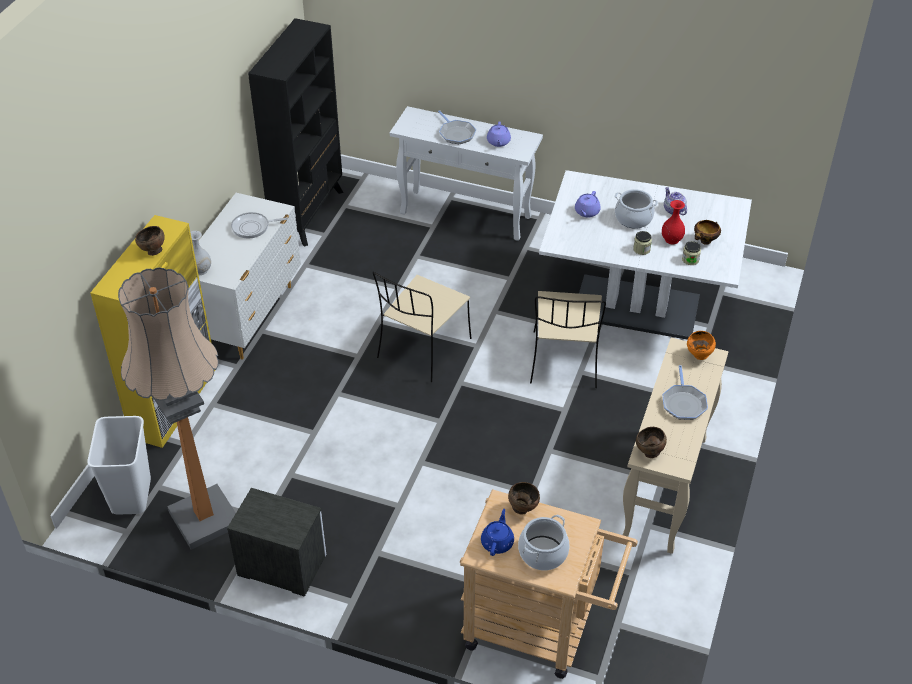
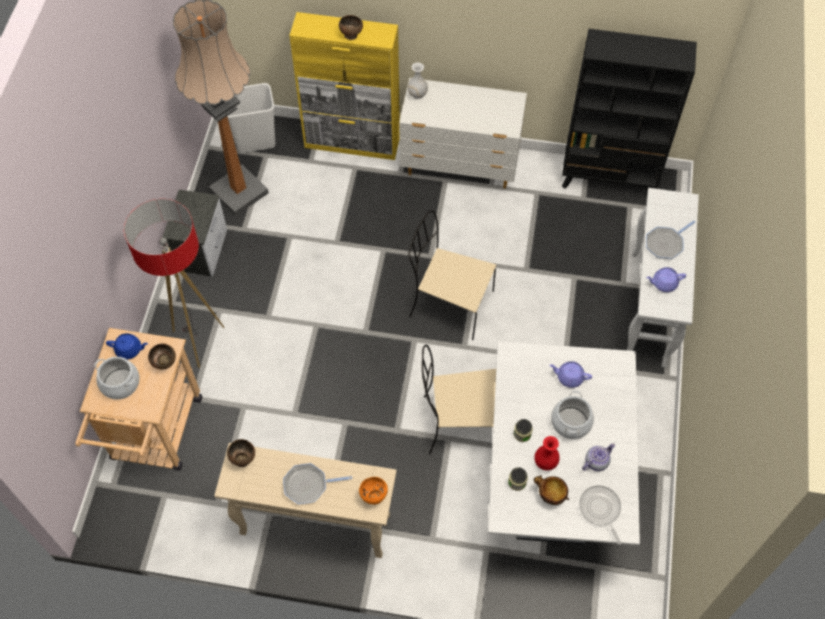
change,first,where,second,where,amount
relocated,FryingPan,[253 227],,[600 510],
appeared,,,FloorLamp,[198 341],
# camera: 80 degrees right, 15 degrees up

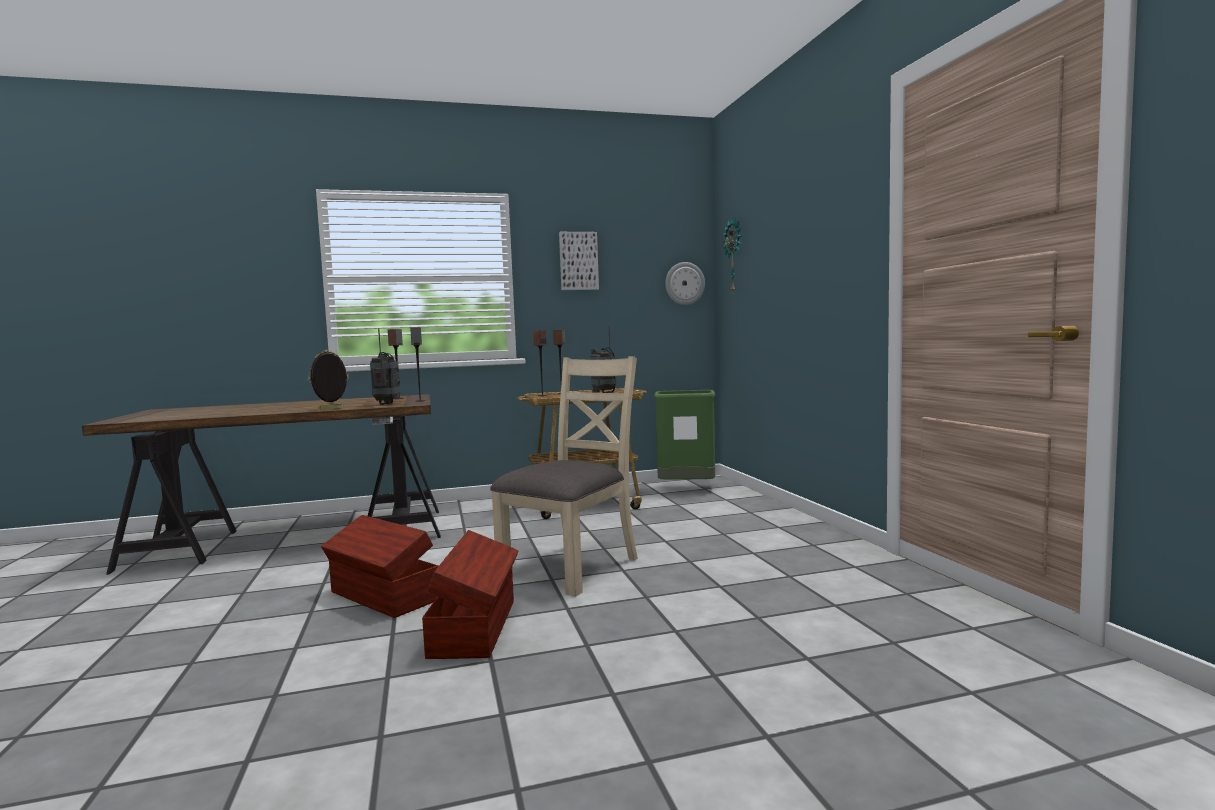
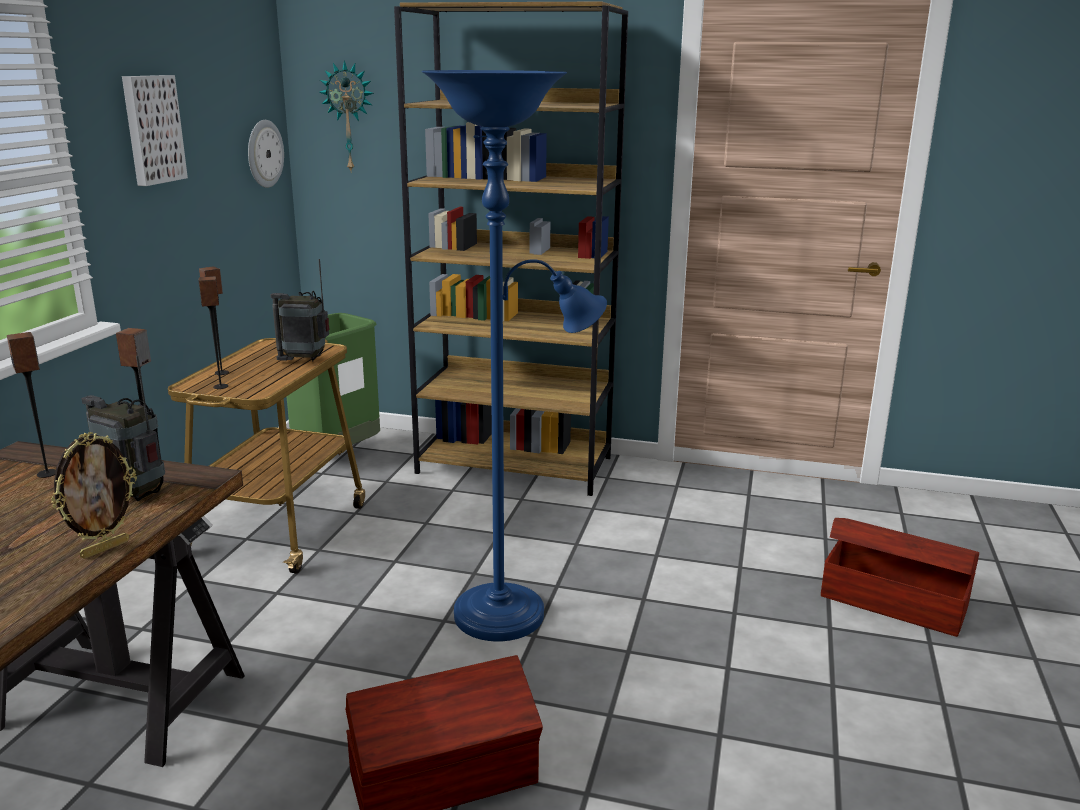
change,first,where,second,where,amount
spun,PictureFrame,[331 409],,[105 549],135 degrees counterclockwise
relocated,BrownStorageBox,[476 627],,[892 600],
exchanged,BeigeChair,[572 567],BlueFloorLamp,[510 611],
appeared,,,BrownBookcase,[516 465],
# camera: 60 degrees left, 15 degrees up

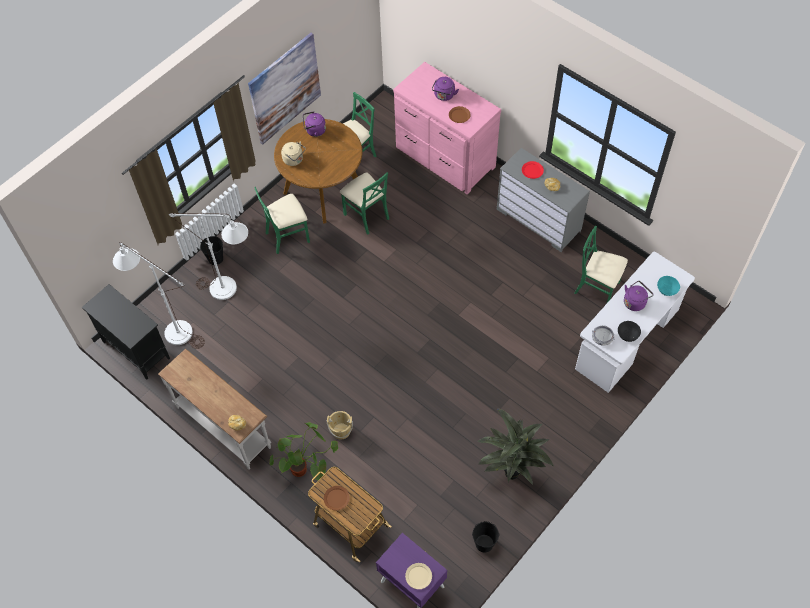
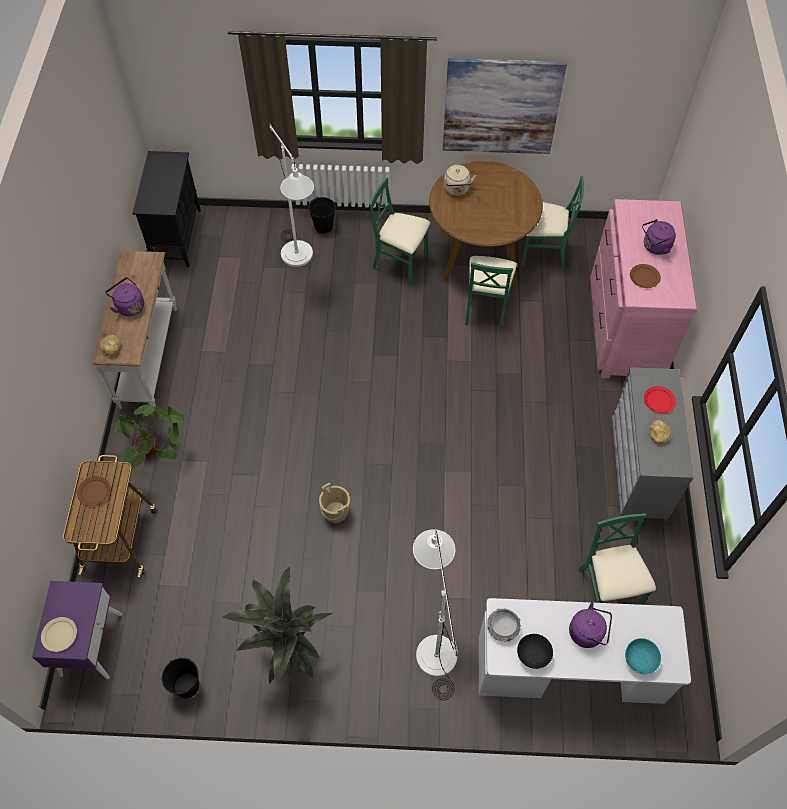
change,first,where,second,where,amount
relocated,WhiteFloorLamp,[172 329],,[434 644],
relocated,PurpleKettle,[314 131],,[129 306],
relocated,BeigeBucket,[341 431],,[336 511],
# camera: 50 degrees right, 0 degrees up

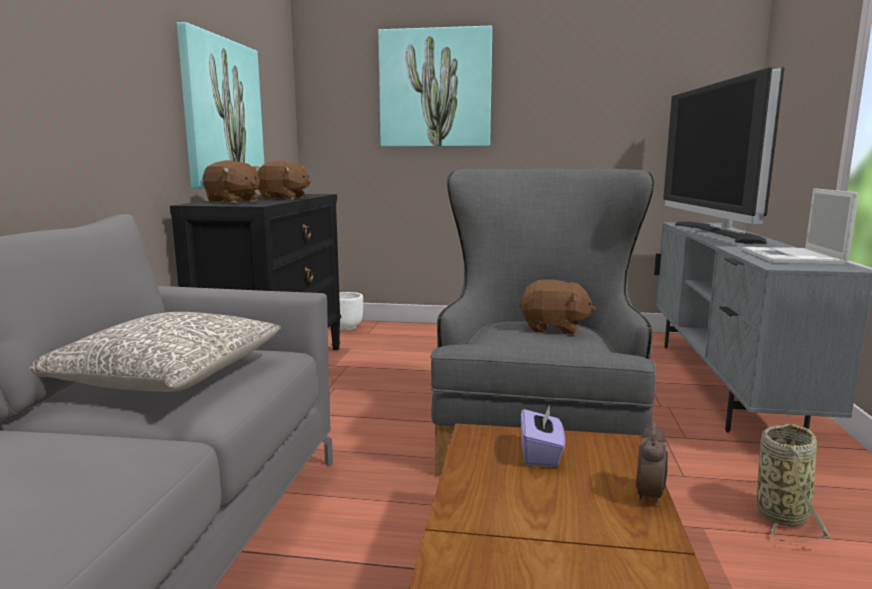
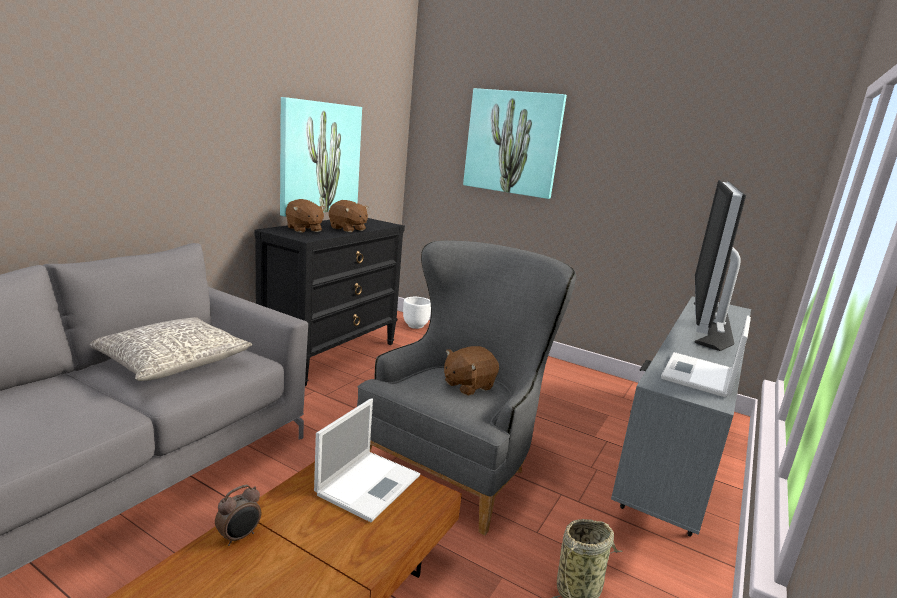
change,first,where,second,where,amount
spun,BrownPlushToy,[554 328],,[468 385],105 degrees clockwise
exchanged,PurpleTissueBox,[541 454],Laptop,[369 483],
relocated,AlarmClock,[650 496],,[239 537],
# camera: 20 degrees right, 5 degrees up

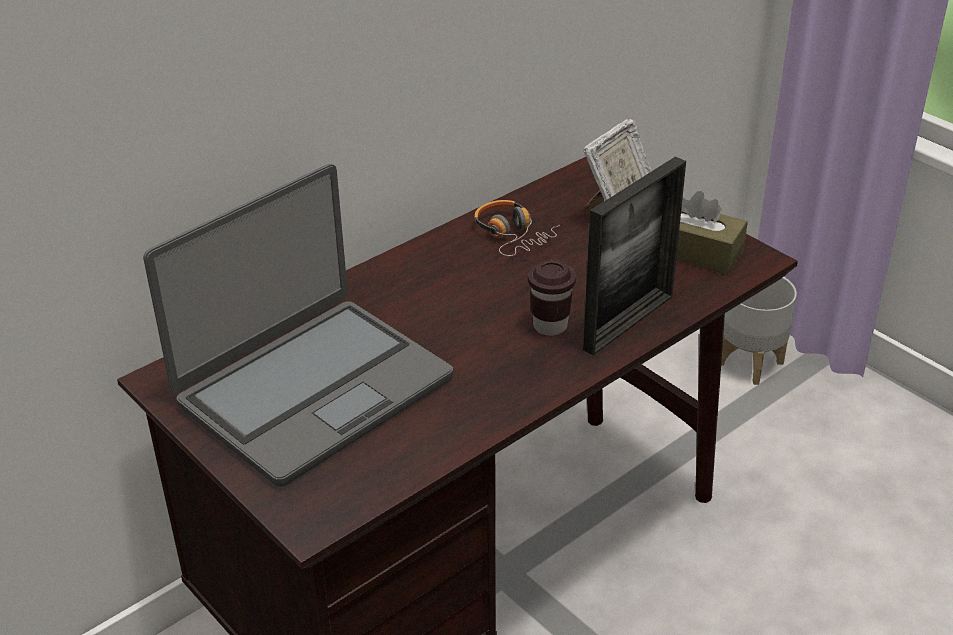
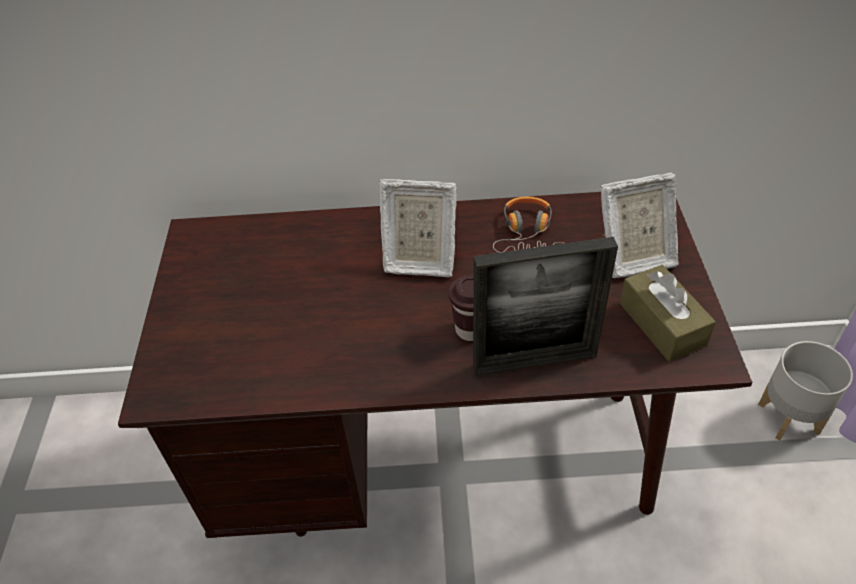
change,first,where,second,where,amount
missing,Laptop,[313 389],,,
appeared,,,PictureFrame,[418 260],
# camera: 40 degrees right, 10 degrees up

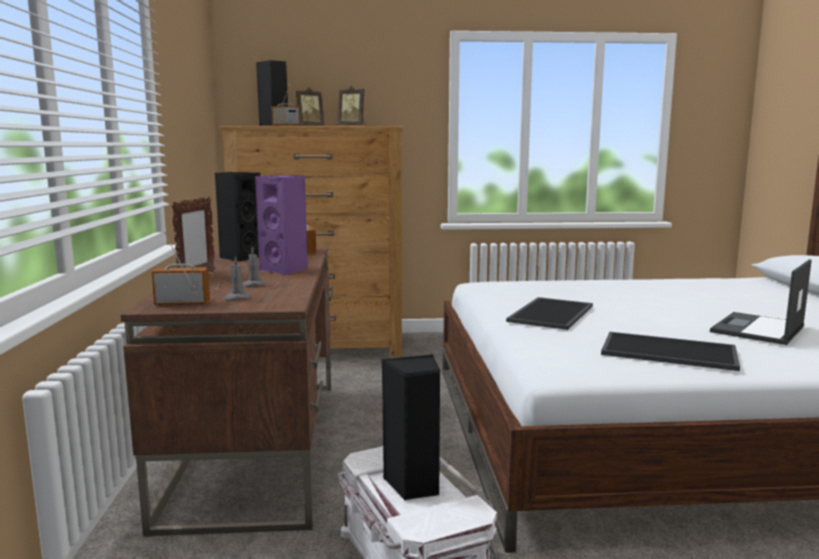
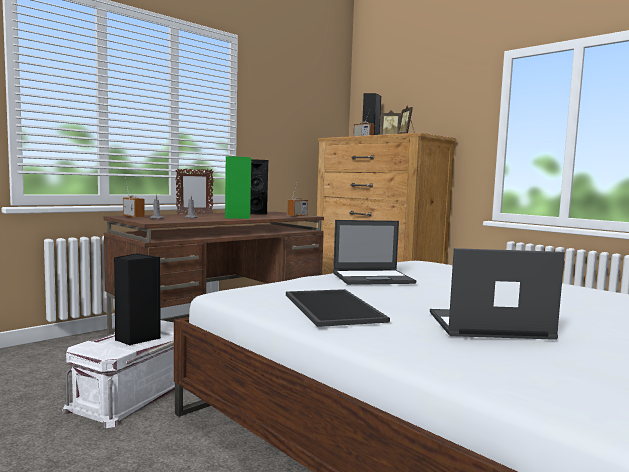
change,first,where,second,where,amount
colour,PurpleSpeaker,[286 270],GreenSpeaker,[237 217],
exchanged,Tray,[550 313],Laptop,[373 278],
# camera: 50 degrees right, 5 degrees down

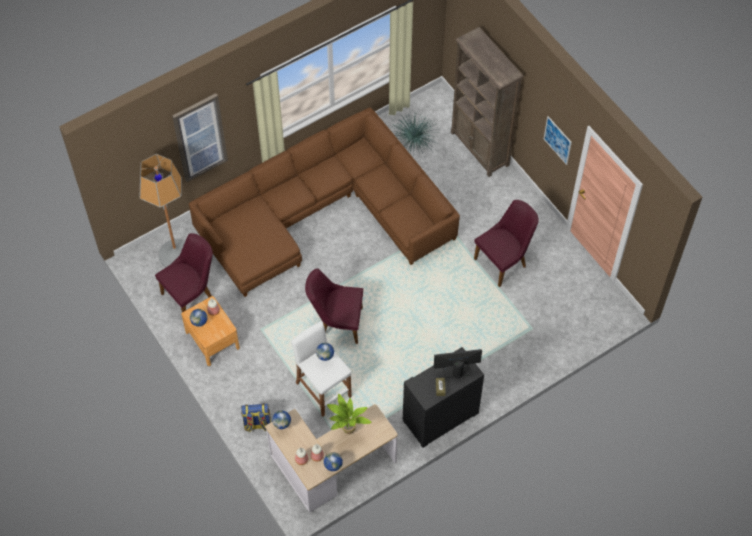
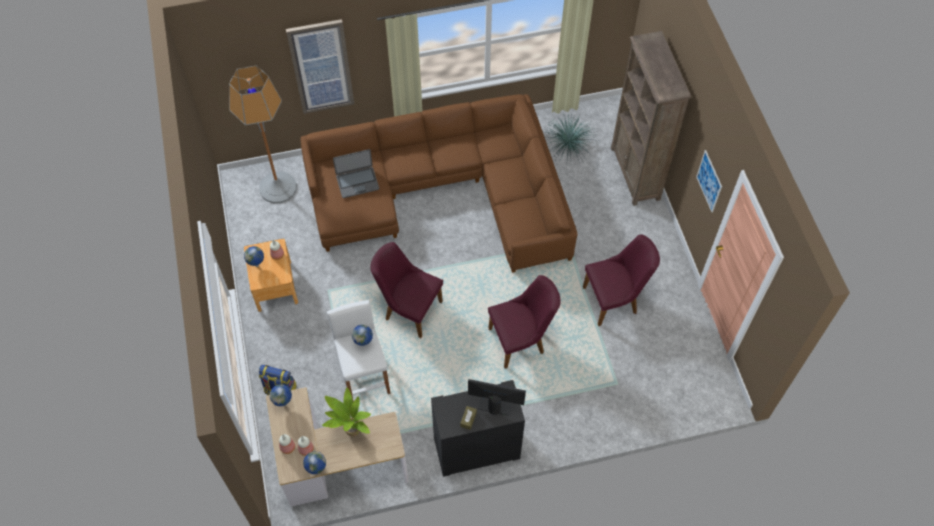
change,first,where,second,where,amount
relocated,PurpleChair,[192 295],,[521 340],
appeared,,,Laptop,[357 182],
# camera: 20 degrees right, 0 degrees up

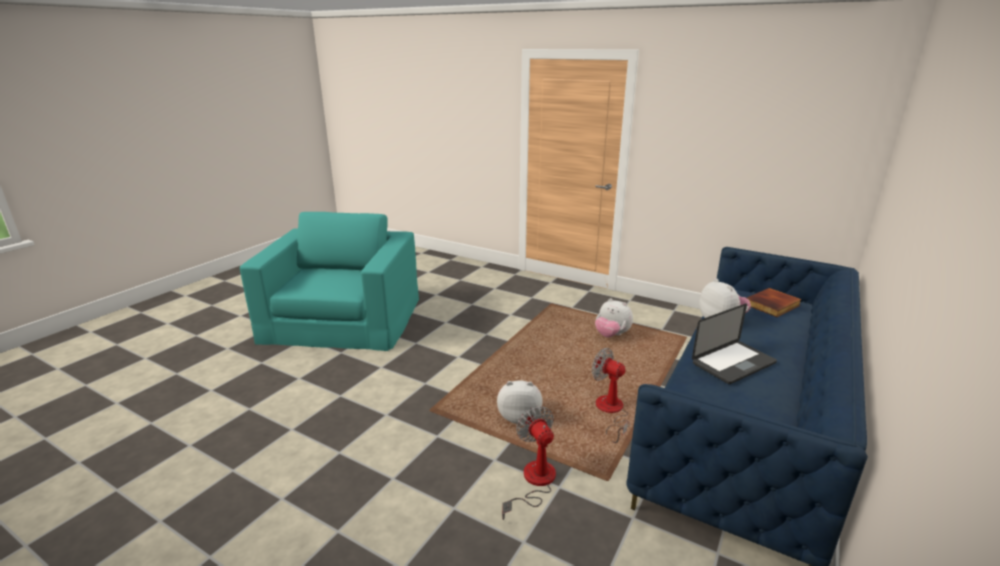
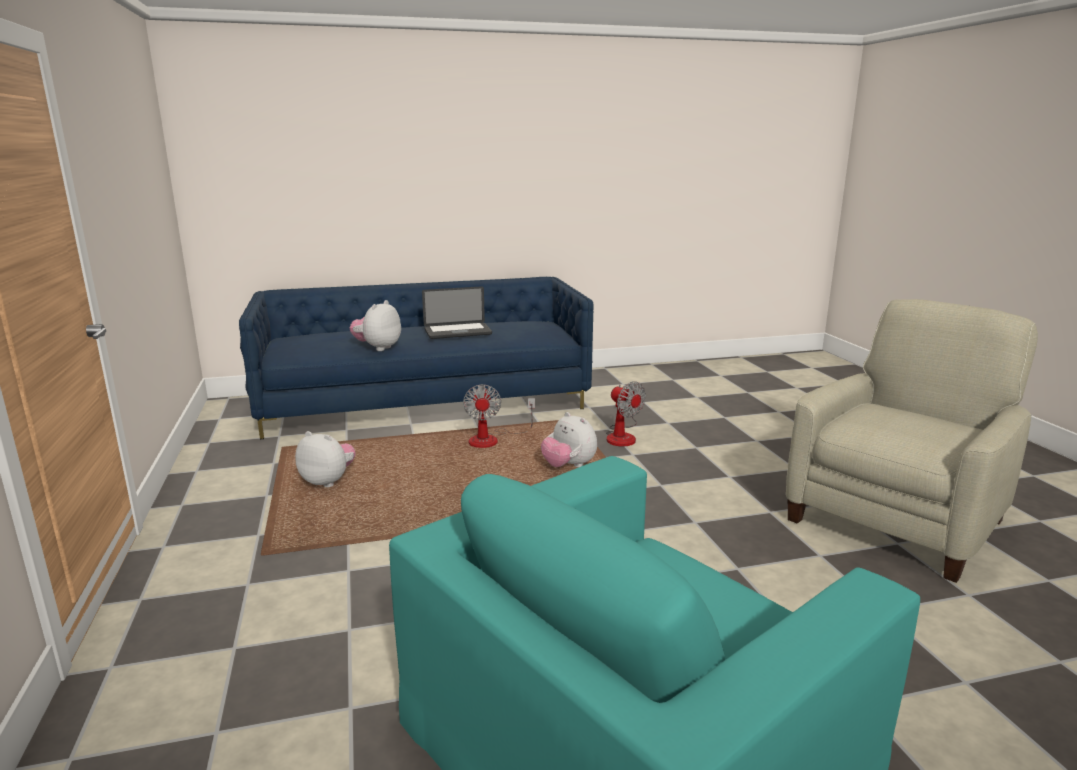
change,first,where,second,where,amount
spun,Fan,[534 482],,[622 436],60 degrees counterclockwise
spun,PlushToy,[611 335],,[328 481],60 degrees counterclockwise
spun,Laptop,[733 363],,[457 332],150 degrees clockwise
missing,Book,[772 305],,,
appeared,,,BeigeArmchair,[896 519],
# camera: 135 degrees left, 5 degrees down

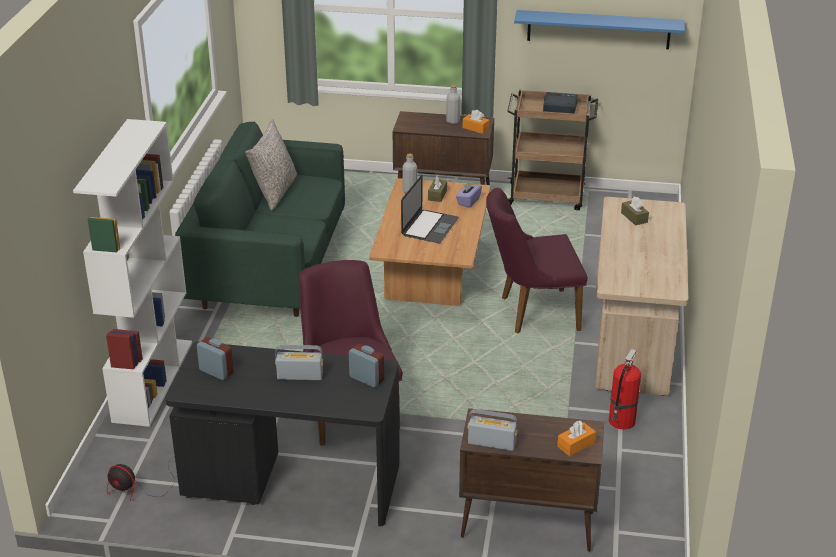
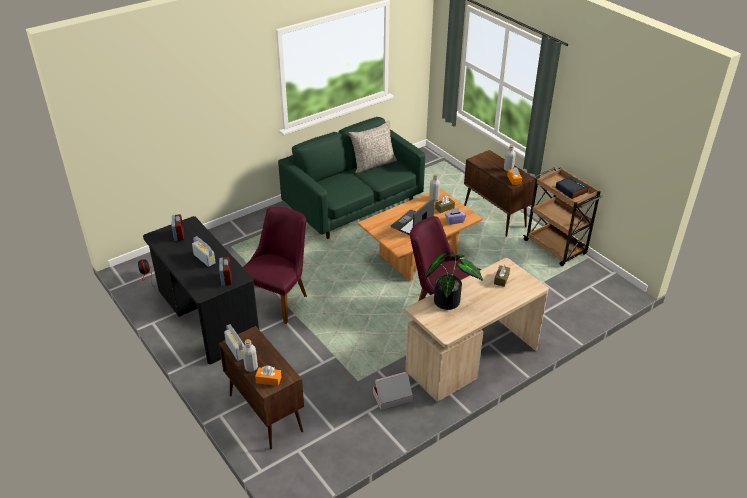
change,first,where,second,where,amount
missing,WhiteBookcase,[152 380],,,
spun,Laptop,[429 226],,[412 223],150 degrees clockwise
missing,BlueShelf,[598 29],,,
exchanged,FireExtinguisher,[621 421],CardboardBox,[392 397],
appeared,,,GreyBottle,[251 367],
appeared,,,PottedPlant,[449 300],
# camera: 45 degrees right, 5 degrees up

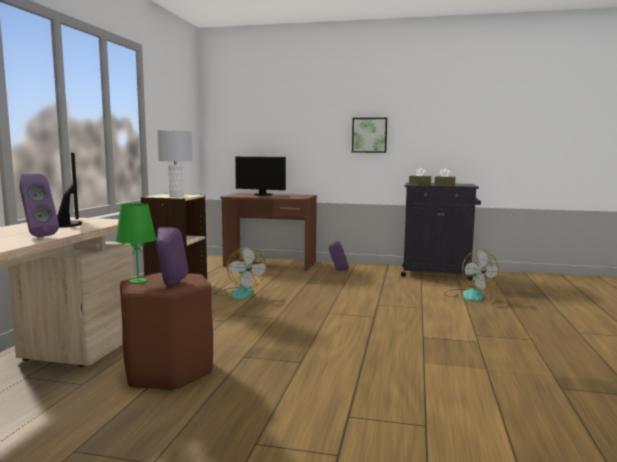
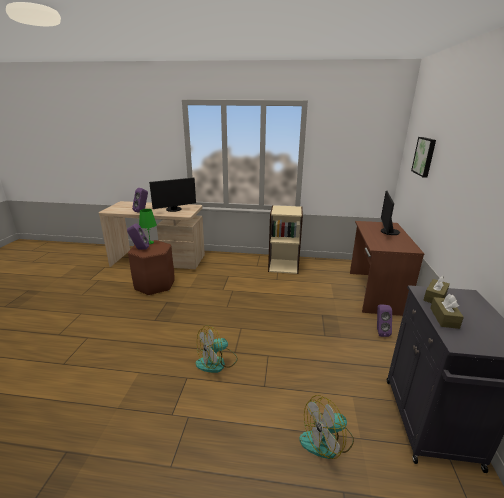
change,first,where,second,where,amount
missing,GreyTableLamp,[176 196],,,
relocated,Fan,[239 293],,[217 362],
relocated,Picture,[369 135],,[425 156],
# camera: 85 degrees right, 15 degrees up

